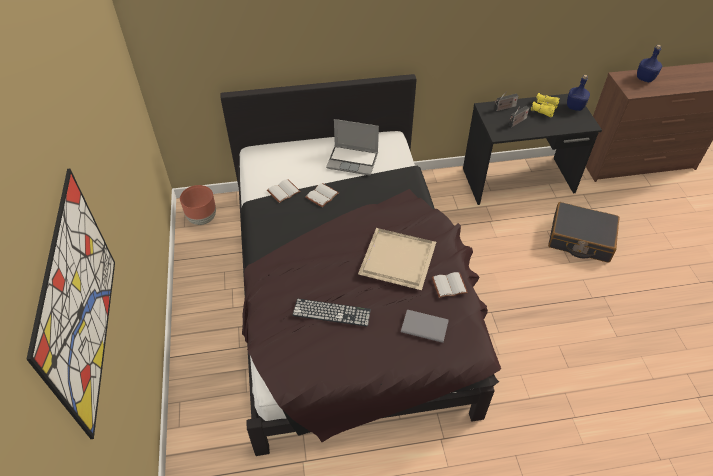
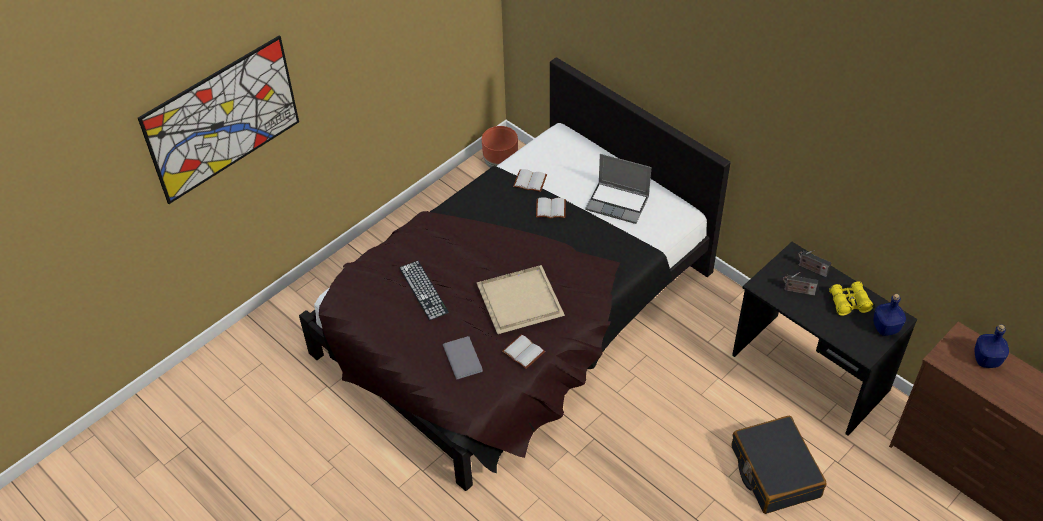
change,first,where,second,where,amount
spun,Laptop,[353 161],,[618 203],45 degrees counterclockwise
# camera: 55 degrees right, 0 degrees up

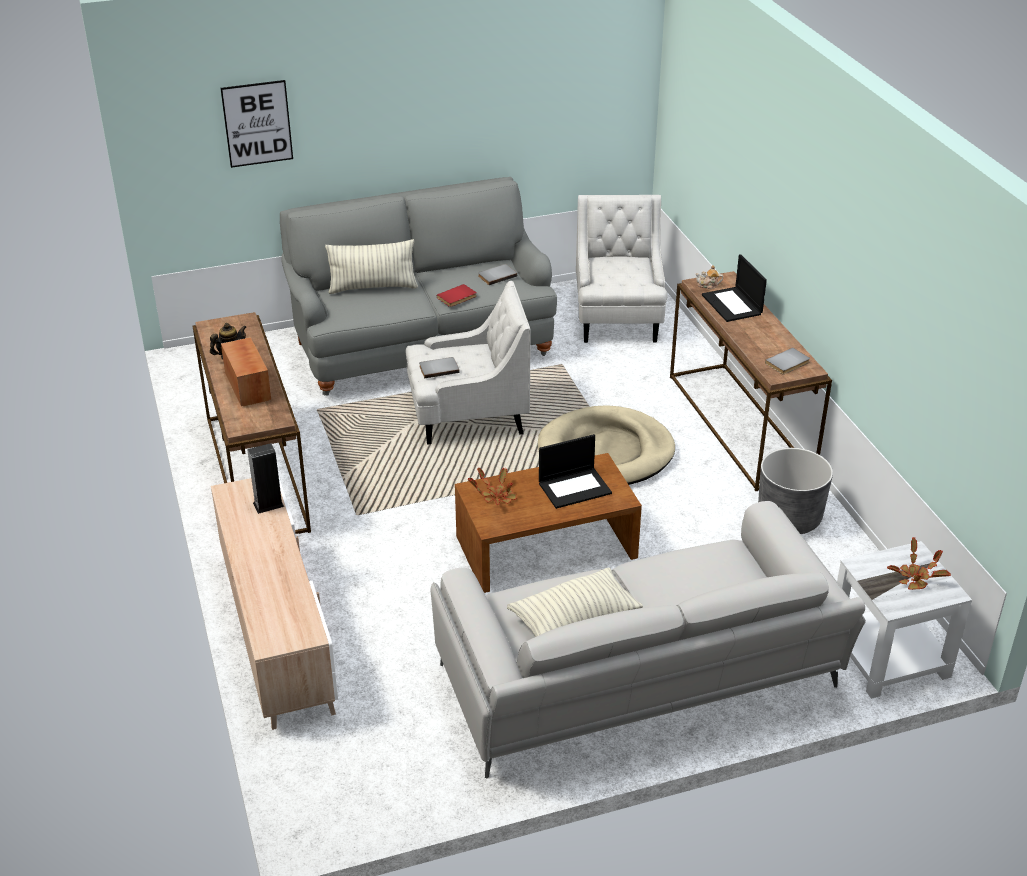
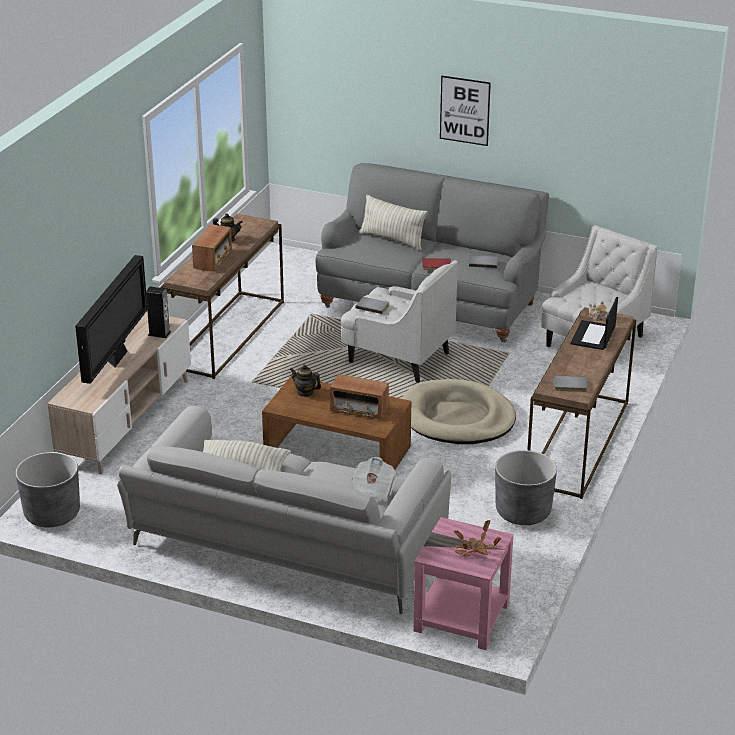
change,first,where,second,where,amount
relocated,Picture,[257 123],,[465 110],
exchanged,PottedPlant,[496 496],Teapot,[305 392],
exchanged,Laptop,[575 487],Radio,[359 410],
colour,WhiteSideTable,[887 658],PinkSideTable,[460 617],
appeared,,,GreyPlanter,[52 514],
appeared,,,Television,[118 357],
appeared,,,Newspaper,[372 492],
# camera: 40 degrees right, 5 degrees down

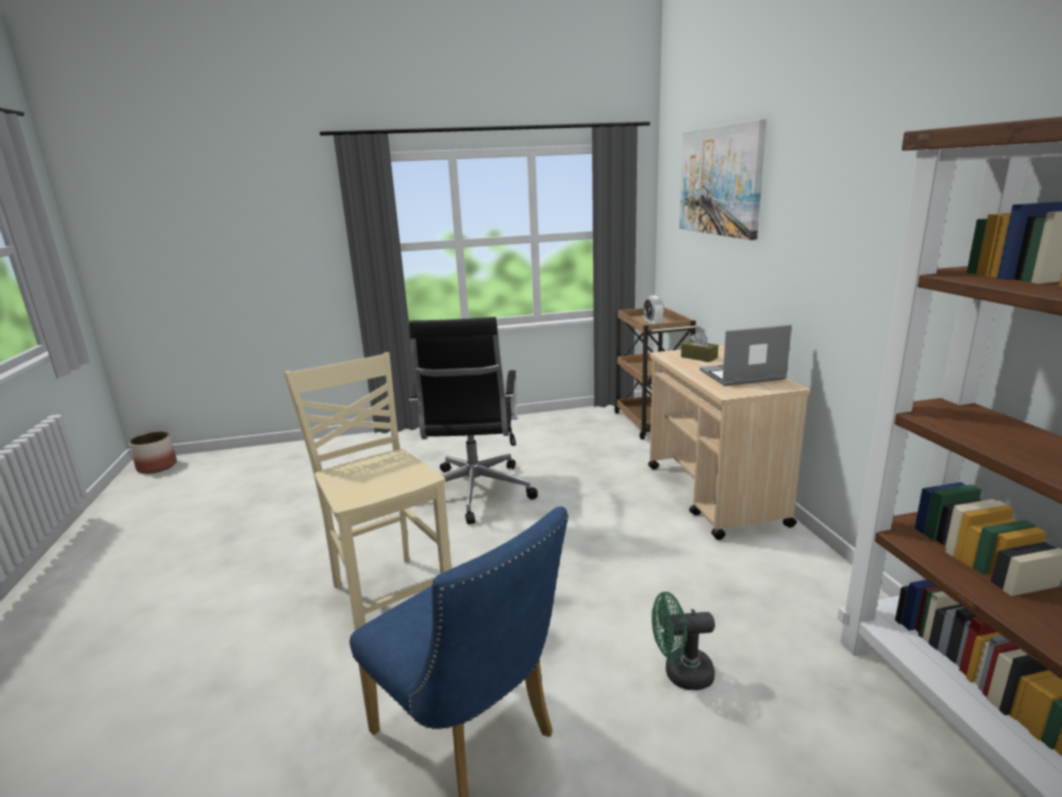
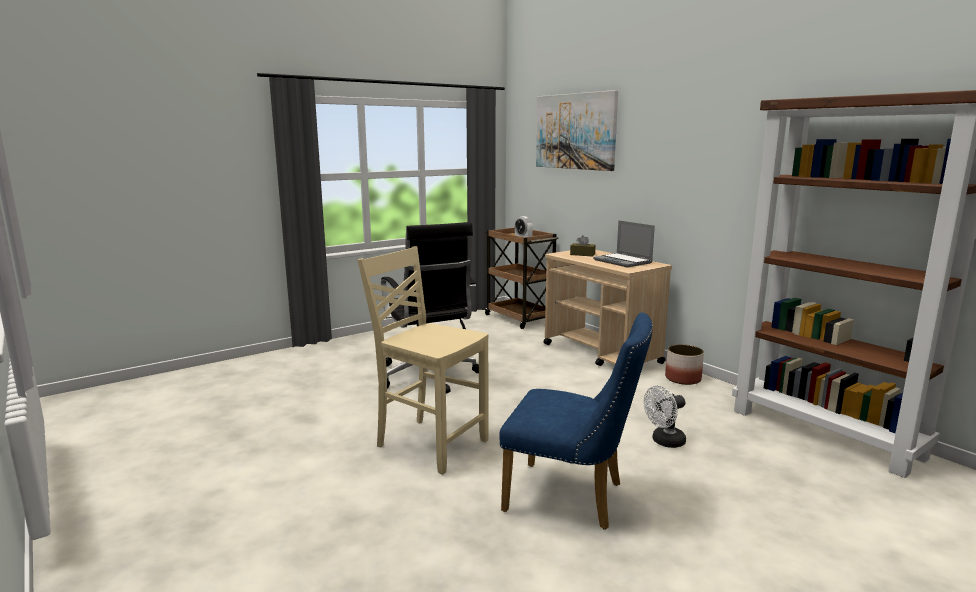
change,first,where,second,where,amount
relocated,Planter,[156 467],,[682 379],
colour,GreenFan,[681 674],WhiteFan,[664 442],
spun,Laptop,[741 376],,[623 261],90 degrees counterclockwise
# camera: 25 degrees left, 5 degrees down

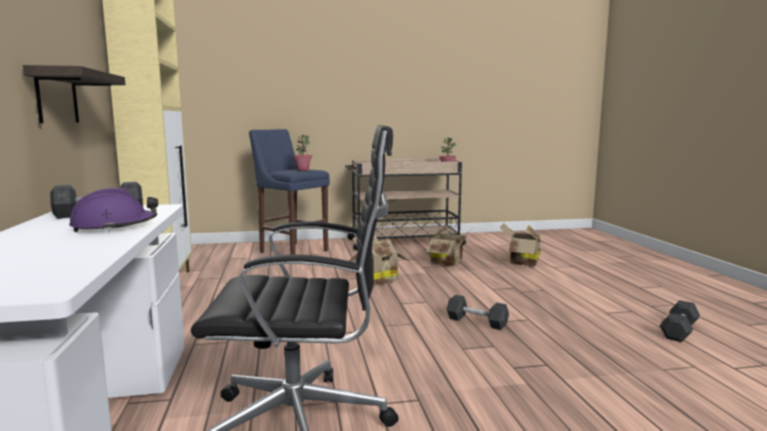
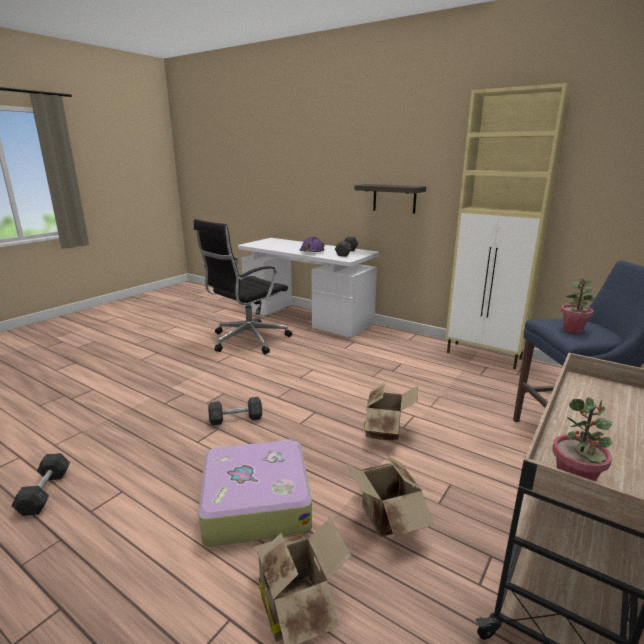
change,first,where,second,where,amount
appeared,,,Suitcase,[255 502],
# camera: 135 degrees right, 10 degrees up

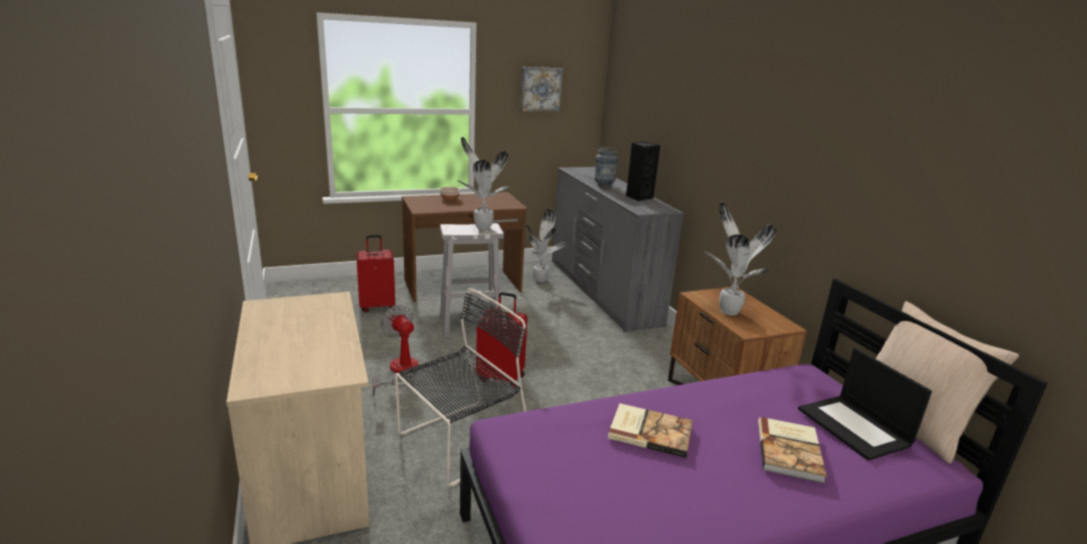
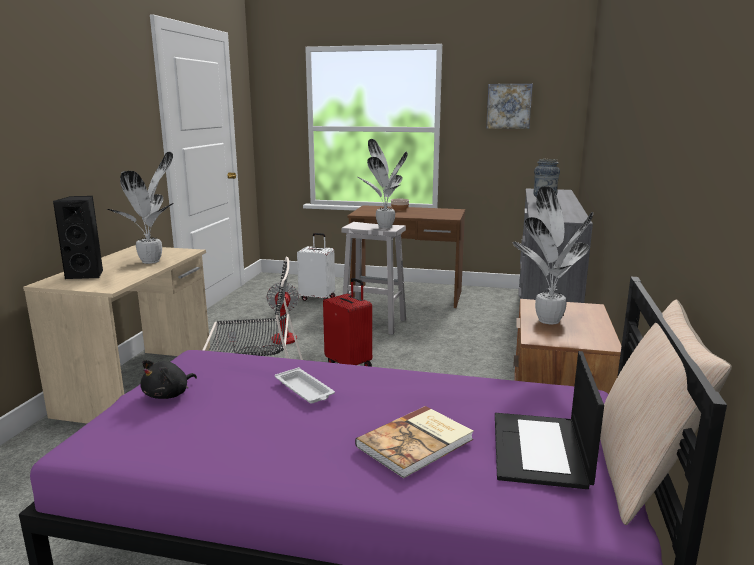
change,first,where,second,where,amount
colour,RedSuitcase,[377 306],WhiteSuitcase,[318 298],
relocated,PottedPlant,[540 279],,[153 261],
exchanged,Book,[649 431],WhiteTray,[305 390],
relocated,BlackSpeaker,[638 197],,[87 274],
appeared,,,BlackPlushToy,[168 394],
# camera: 35 degrees right, 5 degrees down

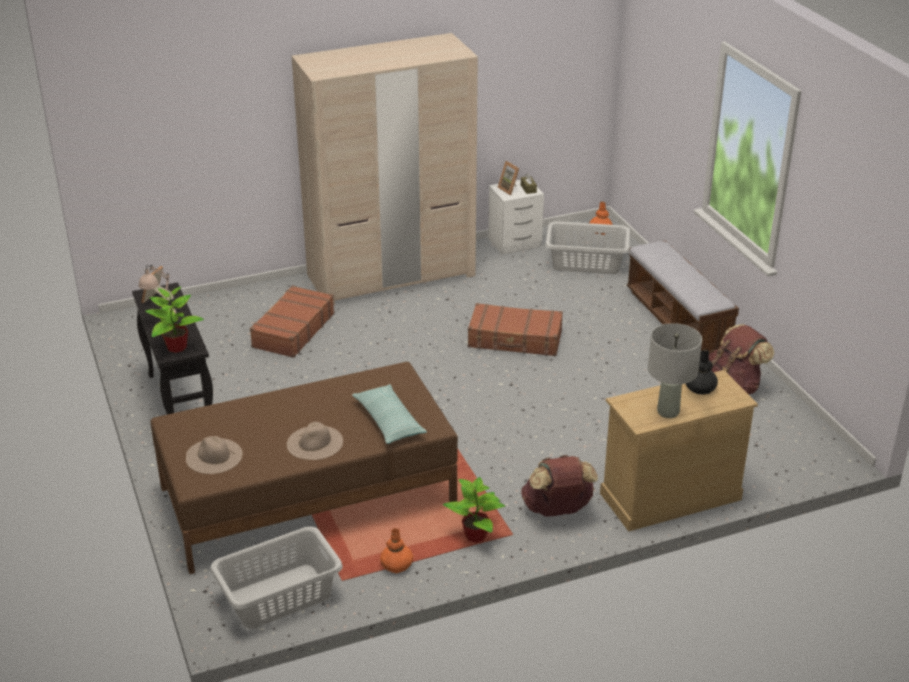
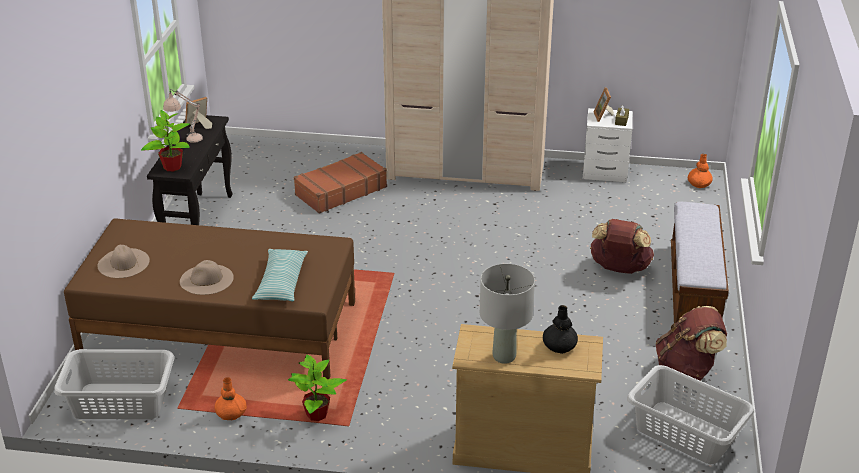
change,first,where,second,where,amount
missing,BrownSuitcase,[515 339],,,
relocated,BrownBackpack,[557 510],,[619 269],
relocated,GreyLaundryBasket,[587 263],,[685 433],
# camera: 30 degrees right, 0 degrees up

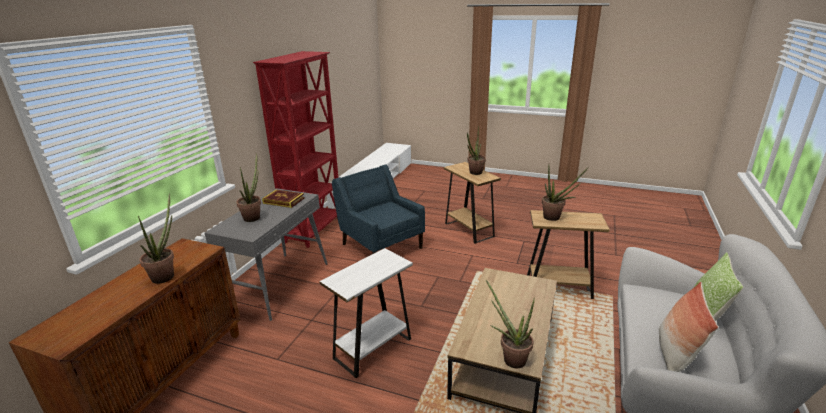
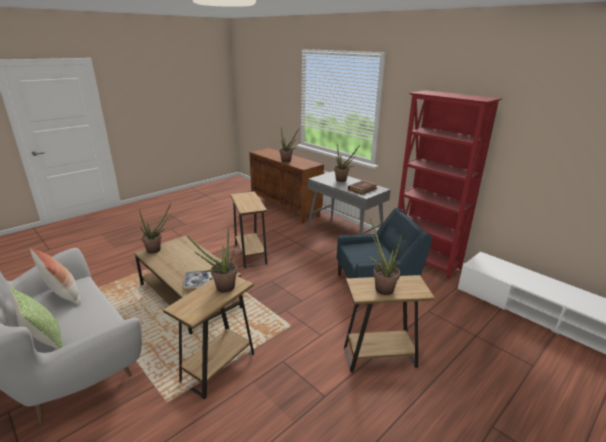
change,first,where,second,where,amount
colour,WhiteSideTable,[372 349],BrownSideTable,[250 254],
appeared,,,Tray,[199 282],
# camera: 115 degrees right, 0 degrees up

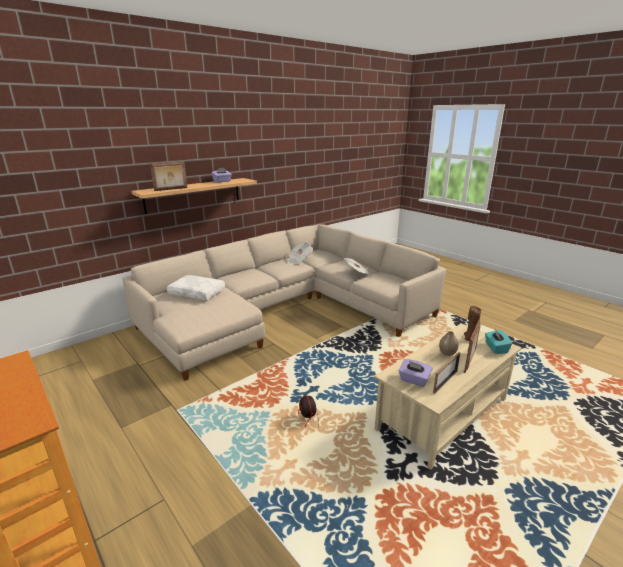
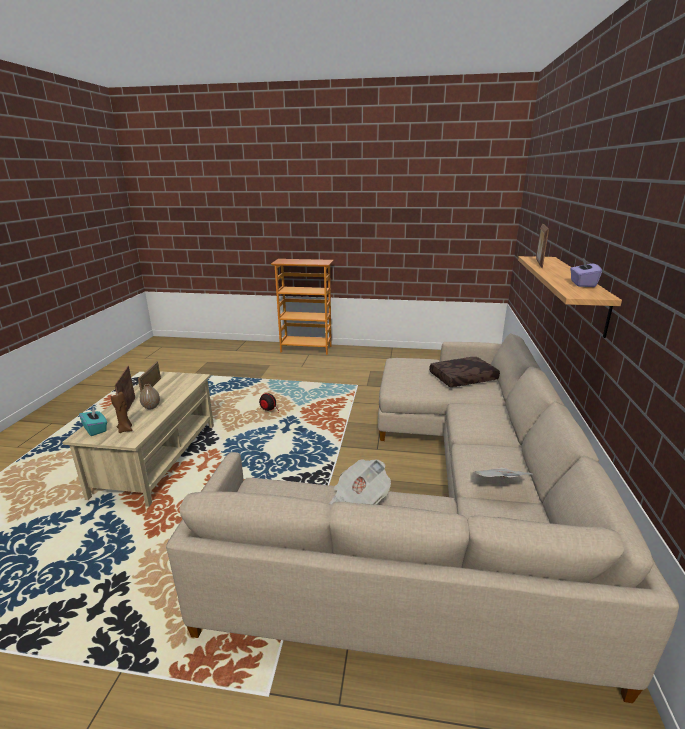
change,first,where,second,where,amount
colour,WhitePillow,[198 292],BrownPillow,[463 379],
missing,PurpleTissueBox,[414 380],,,
# camera: 140 degrees right, 0 degrees up

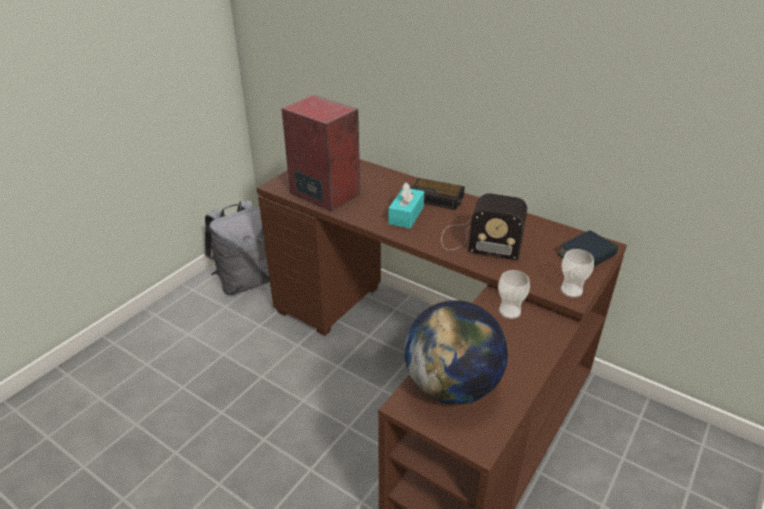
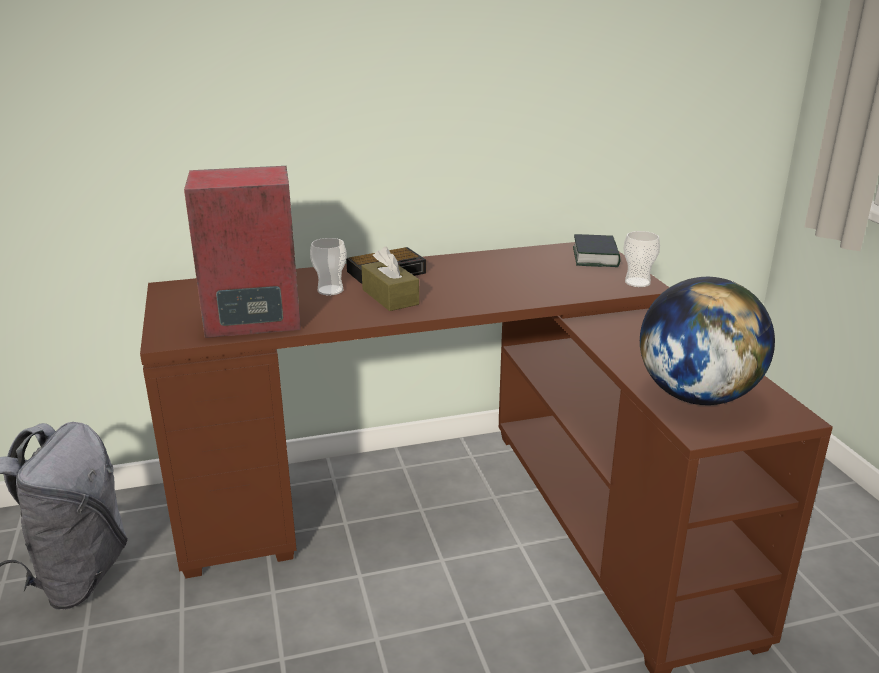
change,first,where,second,where,amount
colour,TurquoiseTissueBox,[406 215],BrownTissueBox,[390 297],
missing,Radio,[477 242],,,
relocated,Cup,[509 311],,[330 290],
# camera: 50 degrees left, 10 degrees down

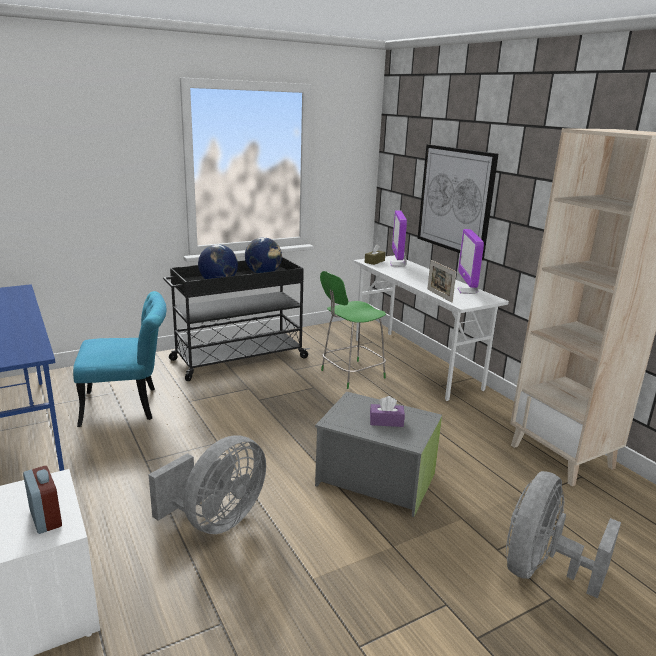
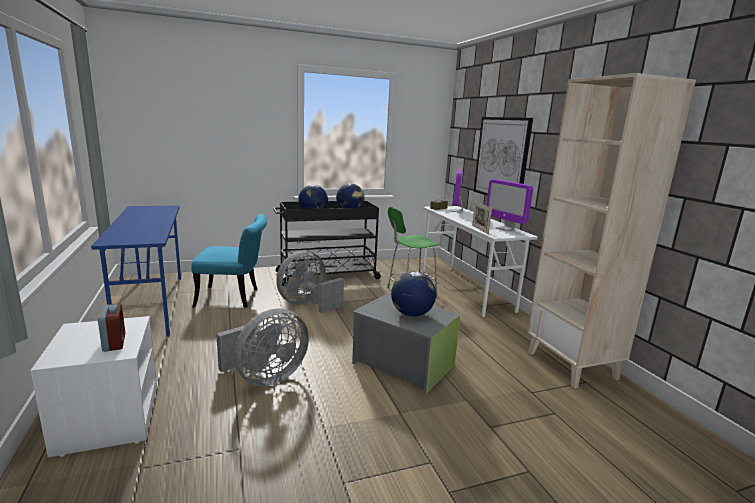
change,first,where,second,where,amount
exchanged,PurpleTissueBox,[386 421],Globe,[411 314],
spun,Monitor,[467 291],,[505 229],45 degrees counterclockwise
relocated,GreyFan,[541 569],,[307 304],
# camera: 10 degrees right, 5 degrees down

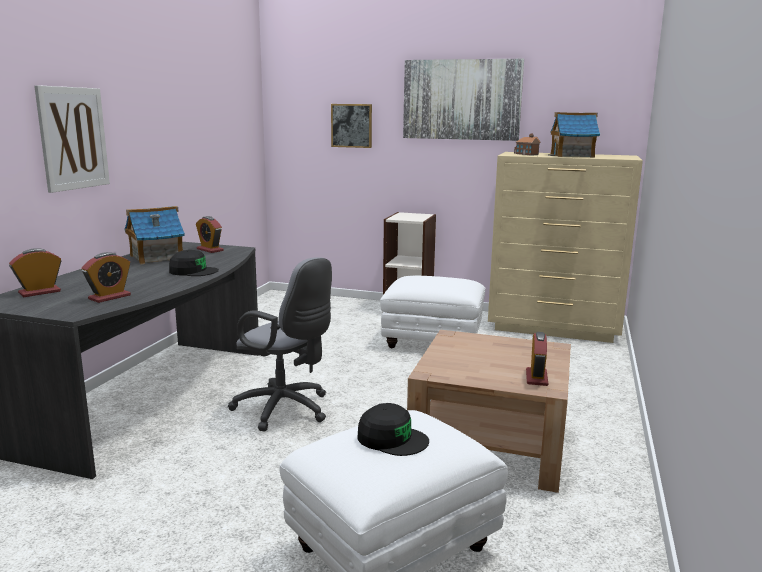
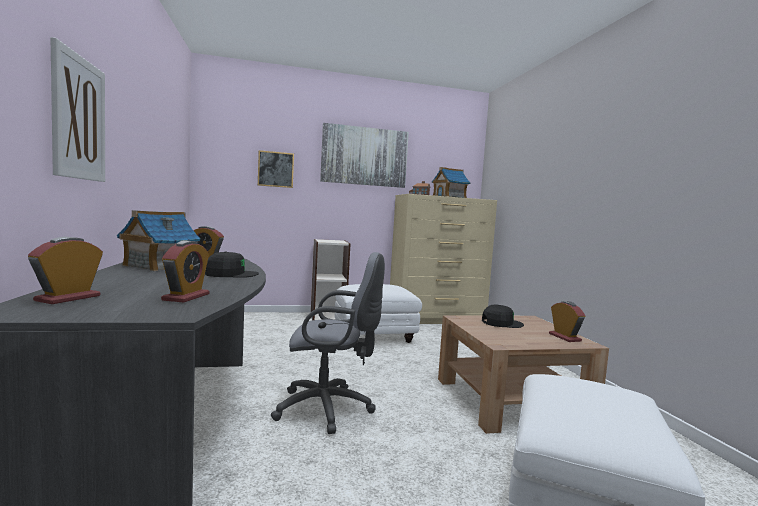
change,first,where,second,where,amount
relocated,BlackCap,[392 439],,[501 323],
# camera: 30 degrees left, 10 degrees down

